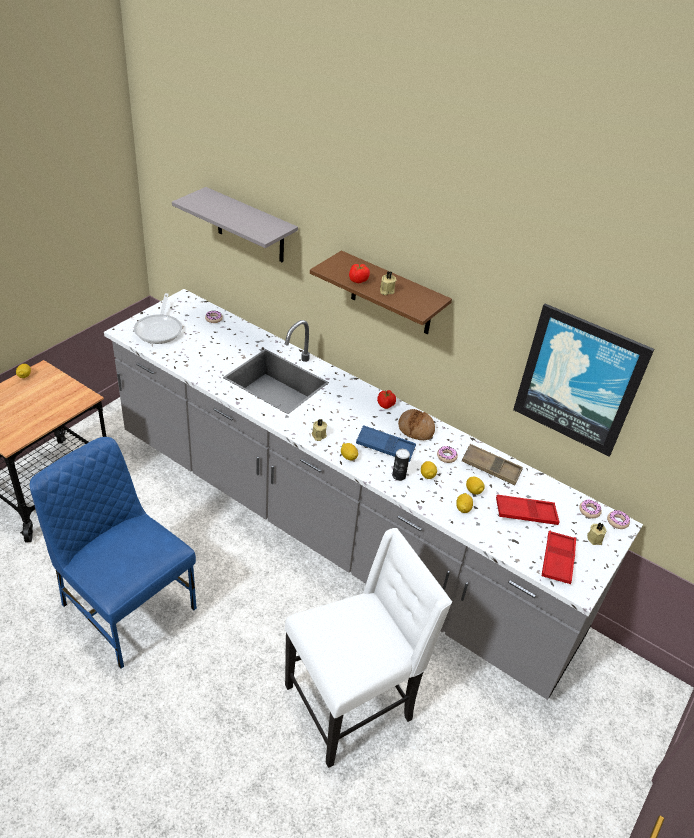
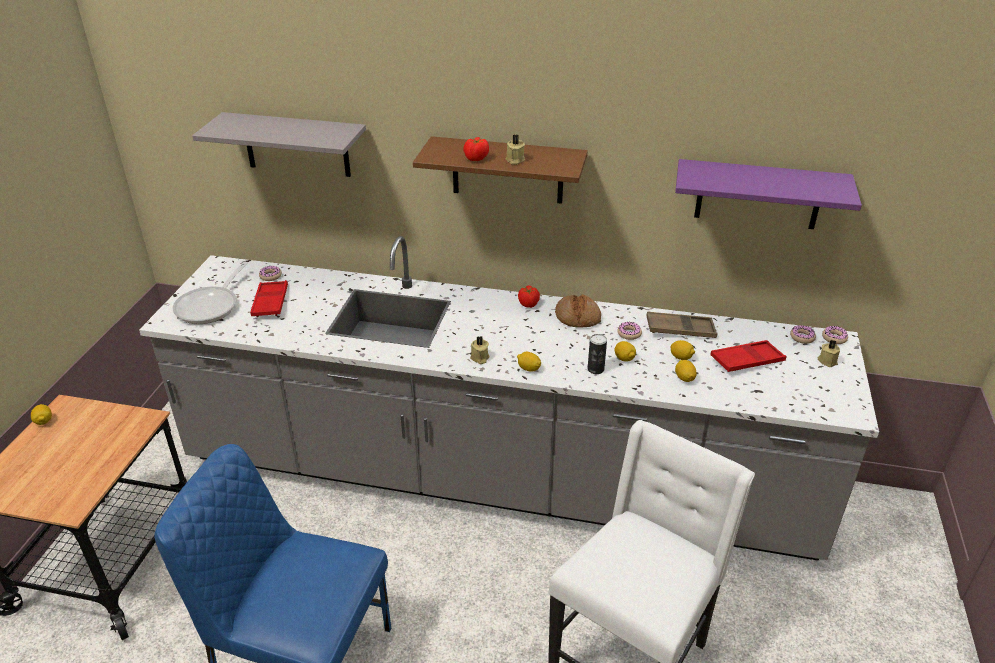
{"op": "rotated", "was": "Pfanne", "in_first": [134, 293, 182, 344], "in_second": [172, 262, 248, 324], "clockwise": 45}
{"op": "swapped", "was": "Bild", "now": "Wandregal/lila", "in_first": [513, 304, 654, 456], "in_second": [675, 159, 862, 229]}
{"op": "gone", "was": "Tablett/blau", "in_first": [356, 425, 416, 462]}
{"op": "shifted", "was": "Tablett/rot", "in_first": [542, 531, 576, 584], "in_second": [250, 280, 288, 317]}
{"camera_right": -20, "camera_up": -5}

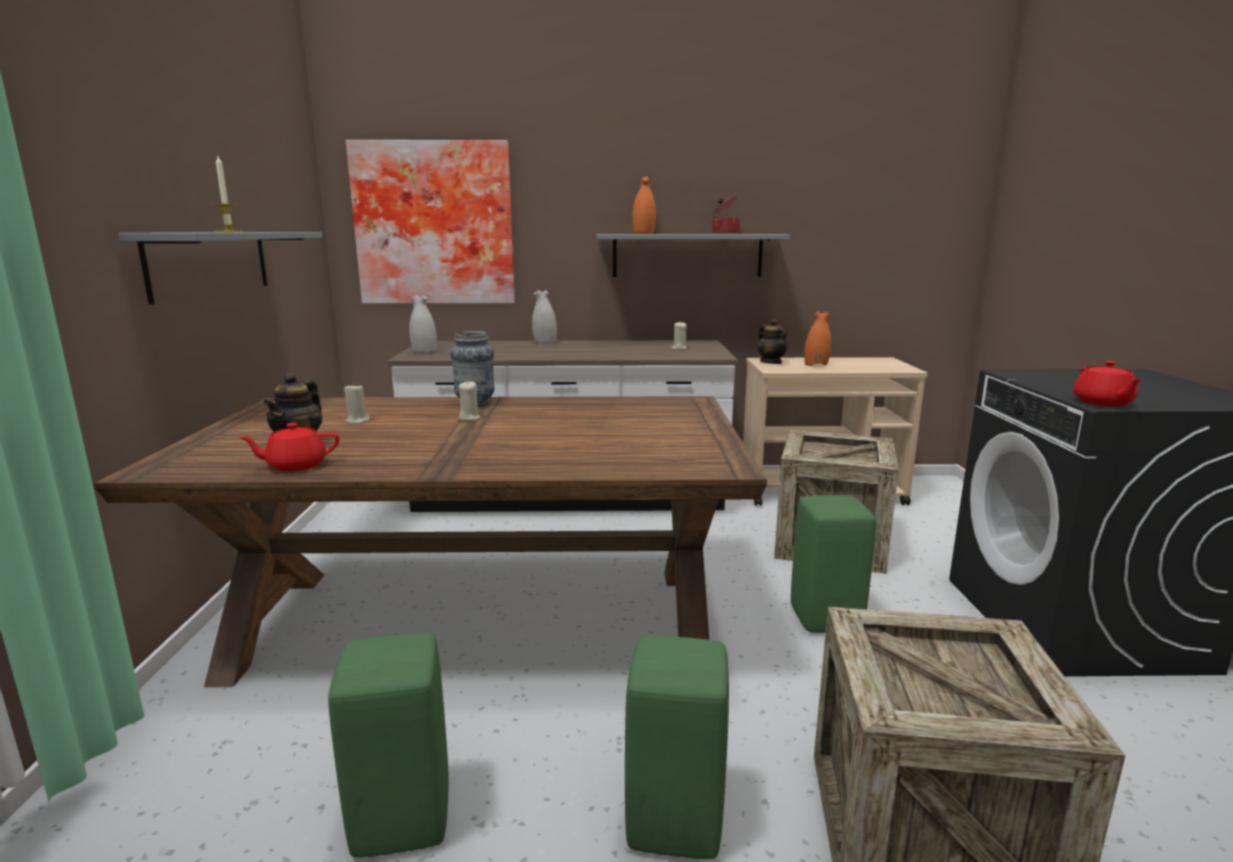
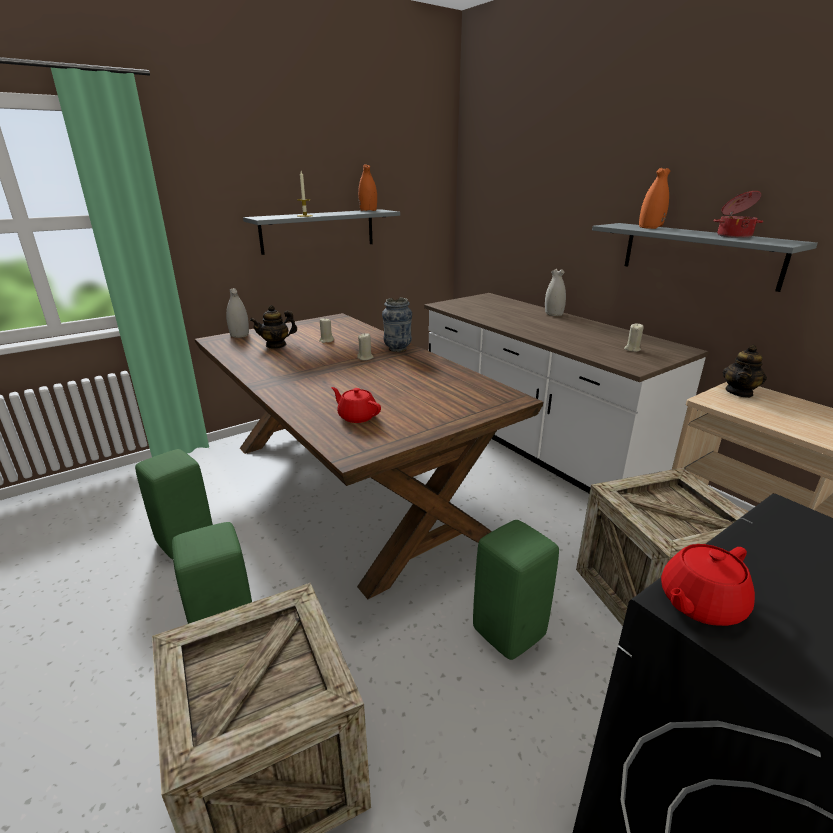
{"op": "gone", "was": "Bild", "in_first": [346, 140, 515, 304]}
{"op": "shifted", "was": "Vase/weiß", "in_first": [409, 295, 437, 353], "in_second": [226, 288, 249, 338]}
{"op": "shifted", "was": "Vase/orange", "in_first": [804, 311, 832, 366], "in_second": [358, 164, 377, 211]}
{"op": "shifted", "was": "Teekanne/rot", "in_first": [239, 423, 340, 472], "in_second": [331, 387, 381, 423]}
{"camera_right": 55, "camera_up": 10}

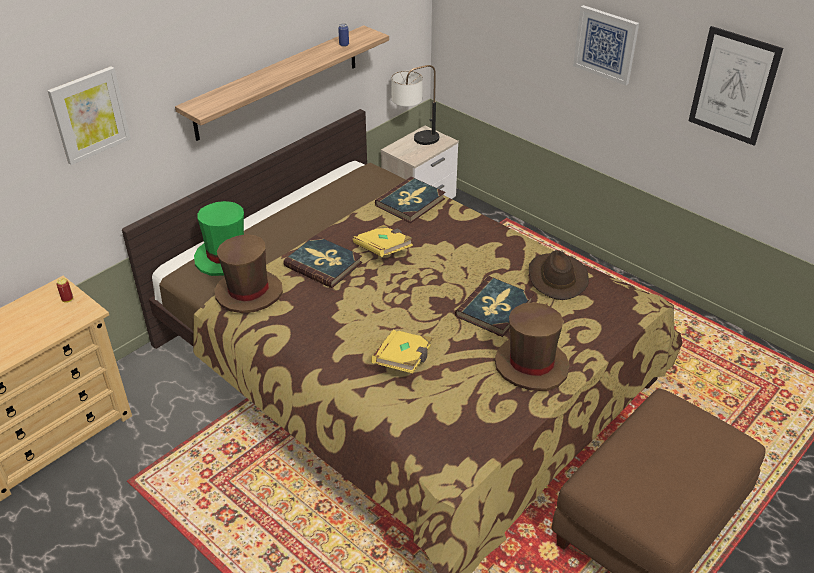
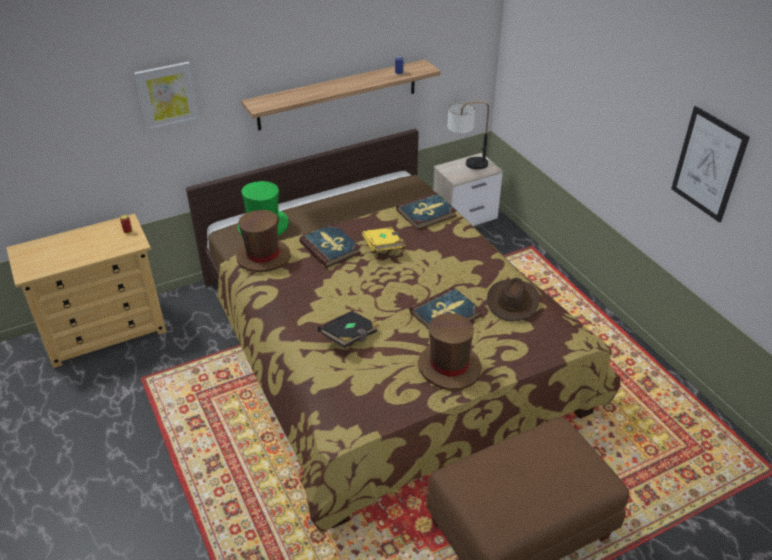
{"op": "gone", "was": "Bild", "in_first": [573, 5, 639, 85]}
{"op": "repainted", "was": "Buch/gelb", "now": "Buch/schwarz", "in_first": [371, 330, 432, 373], "in_second": [317, 311, 379, 348]}
{"camera_right": 20, "camera_up": 0}

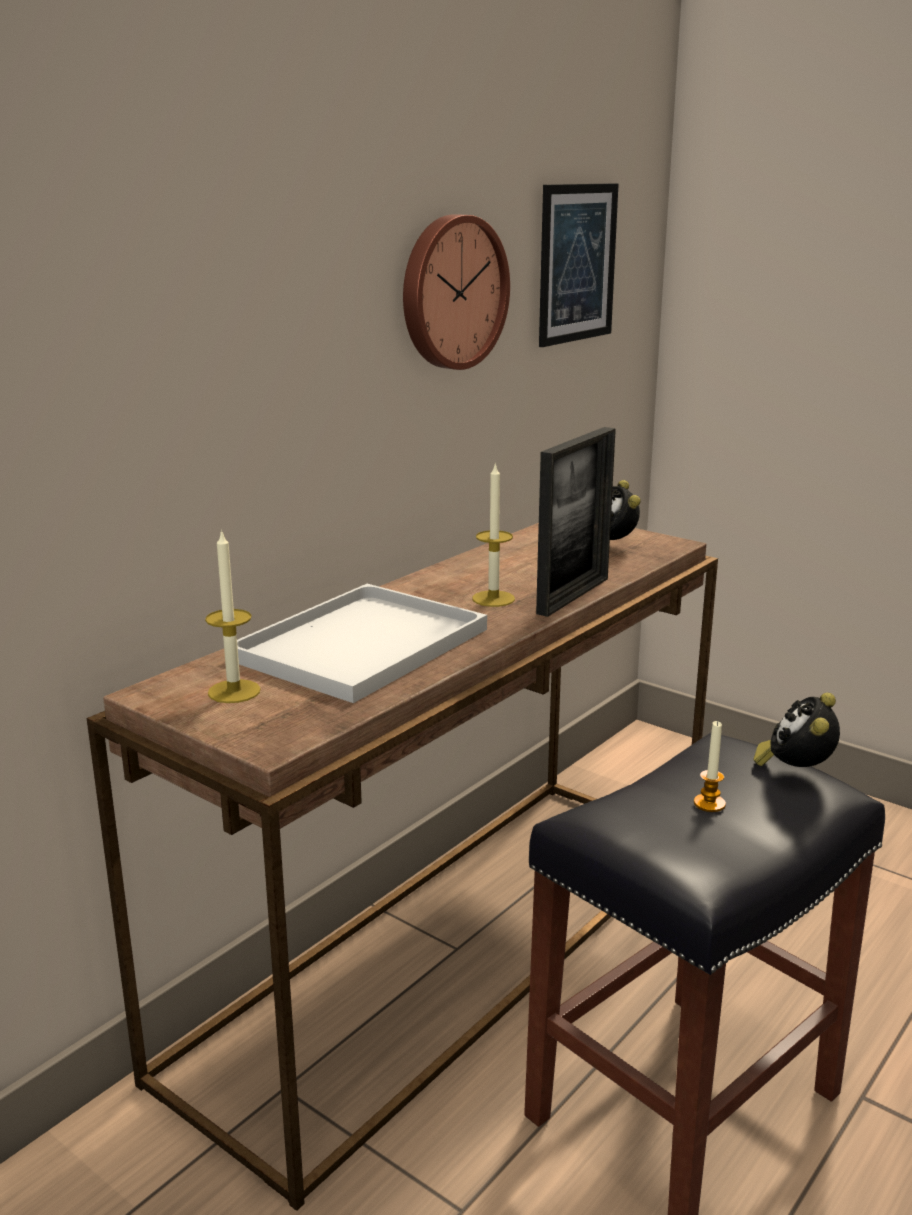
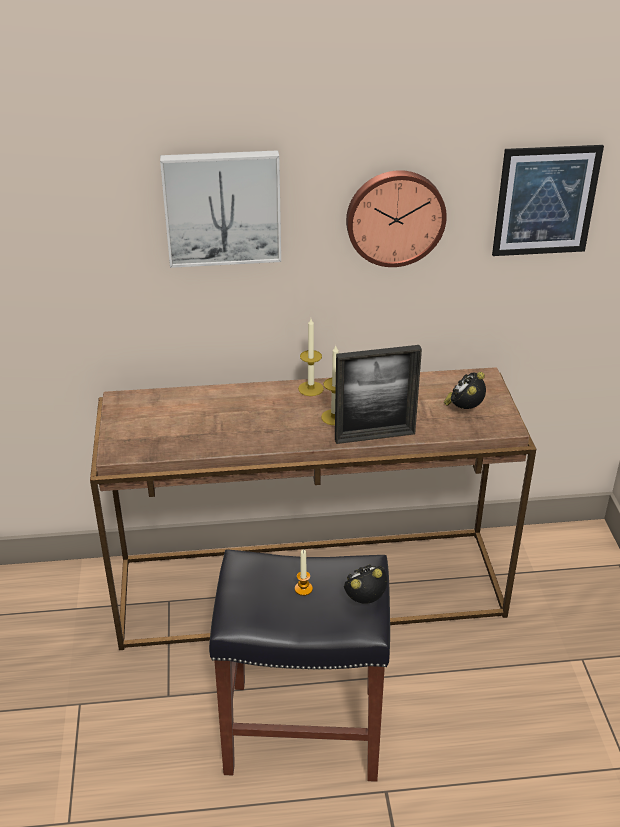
{"op": "shifted", "was": "Kerze", "in_first": [205, 529, 261, 703], "in_second": [298, 319, 324, 396]}
{"op": "gone", "was": "Tablett/weiß", "in_first": [237, 584, 487, 703]}
{"op": "new", "now": "Bild", "in_second": [160, 150, 281, 268]}
{"camera_right": 45, "camera_up": 15}

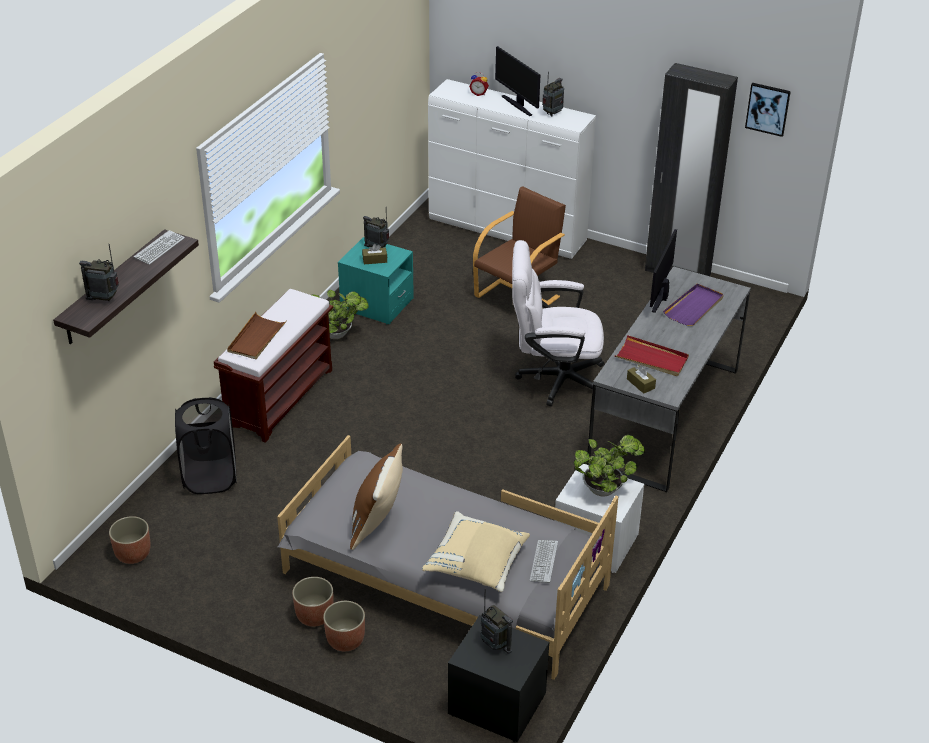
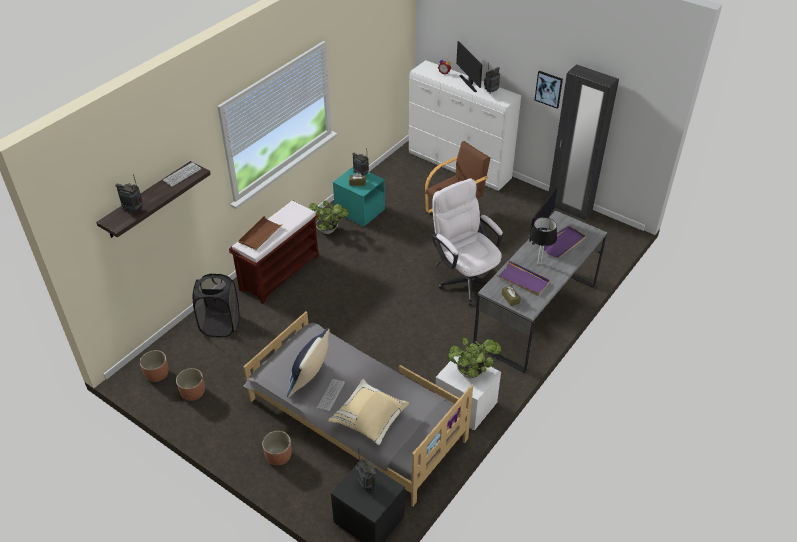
{"op": "shifted", "was": "Bild", "in_first": [745, 83, 791, 137], "in_second": [535, 71, 563, 109]}
{"op": "rotated", "was": "Bürostuhl/weiß", "in_first": [512, 240, 605, 406], "in_second": [431, 178, 503, 306], "clockwise": 45}
{"op": "repainted", "was": "Tablett/rot", "now": "Tablett/lila", "in_first": [615, 335, 689, 376], "in_second": [497, 261, 550, 296]}
{"op": "repainted", "was": "Kissen/braun", "now": "Kissen/blau", "in_first": [350, 443, 403, 550], "in_second": [287, 328, 330, 397]}
{"op": "shifted", "was": "Tastatur", "in_first": [529, 540, 558, 583], "in_second": [317, 379, 345, 411]}
{"op": "shifted", "was": "Pflanzkübel", "in_first": [292, 577, 334, 627], "in_second": [176, 368, 205, 401]}
{"op": "new", "now": "Tischlampe", "in_second": [530, 217, 557, 265]}
{"camera_right": 10, "camera_up": 5}

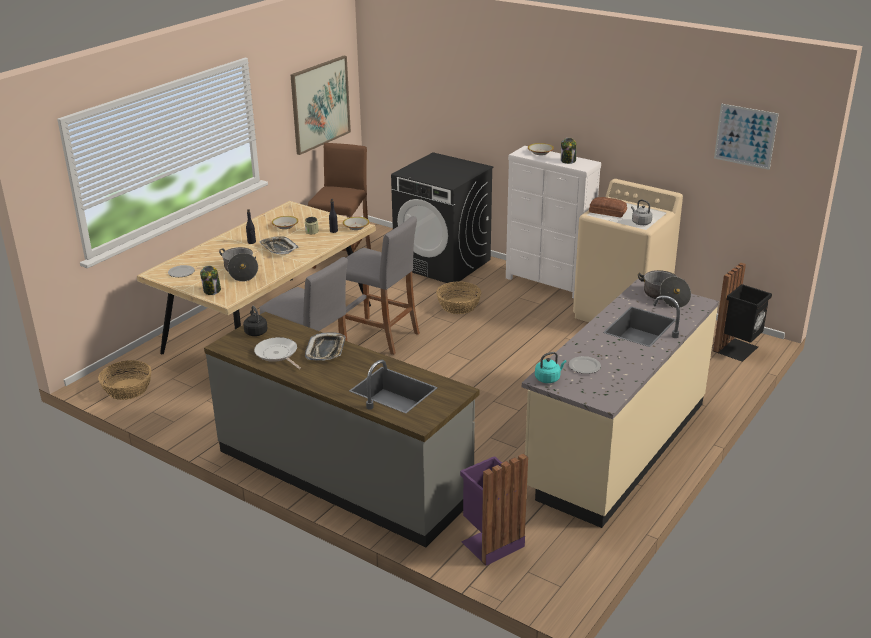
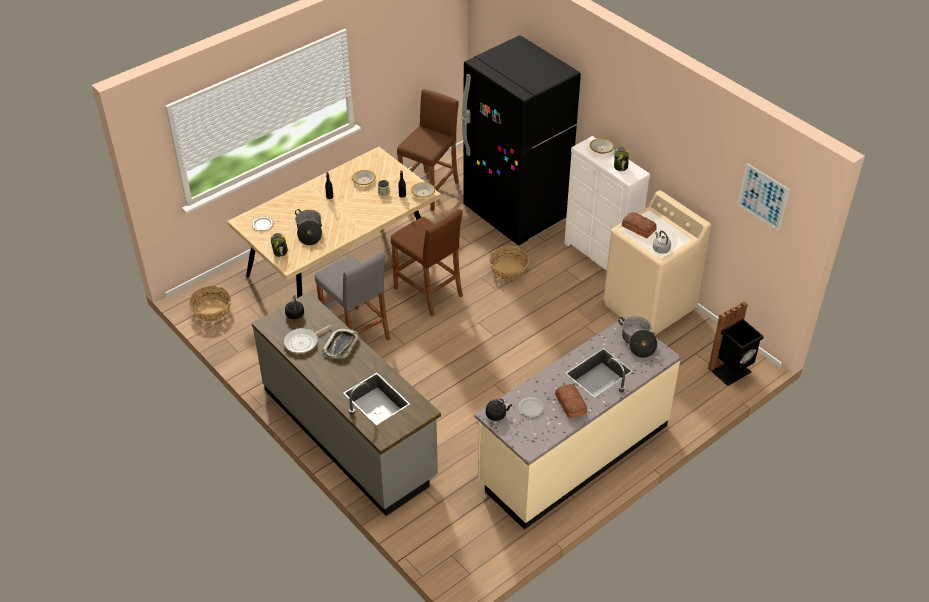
{"op": "gone", "was": "Bild", "in_first": [291, 56, 351, 155]}
{"op": "swapped", "was": "Waschmaschine/schwarz", "now": "Kühlschrank/schwarz", "in_first": [391, 152, 494, 285], "in_second": [462, 35, 581, 246]}
{"op": "repainted", "was": "Hocker/grau", "now": "Hocker/braun", "in_first": [338, 216, 420, 355], "in_second": [391, 209, 463, 317]}
{"op": "gone", "was": "Tablett", "in_first": [259, 236, 299, 254]}
{"op": "rotated", "was": "Pfanne", "in_first": [254, 337, 301, 369], "in_second": [284, 325, 331, 353], "clockwise": -105}
{"op": "repainted", "was": "Wasserkessel/türkis", "now": "Wasserkessel/schwarz", "in_first": [535, 352, 567, 383], "in_second": [486, 399, 512, 421]}
{"op": "gone", "was": "Mülleimer/lila", "in_first": [460, 454, 528, 566]}
{"op": "new", "now": "Brot", "in_second": [555, 384, 587, 419]}
{"camera_right": 15, "camera_up": 15}

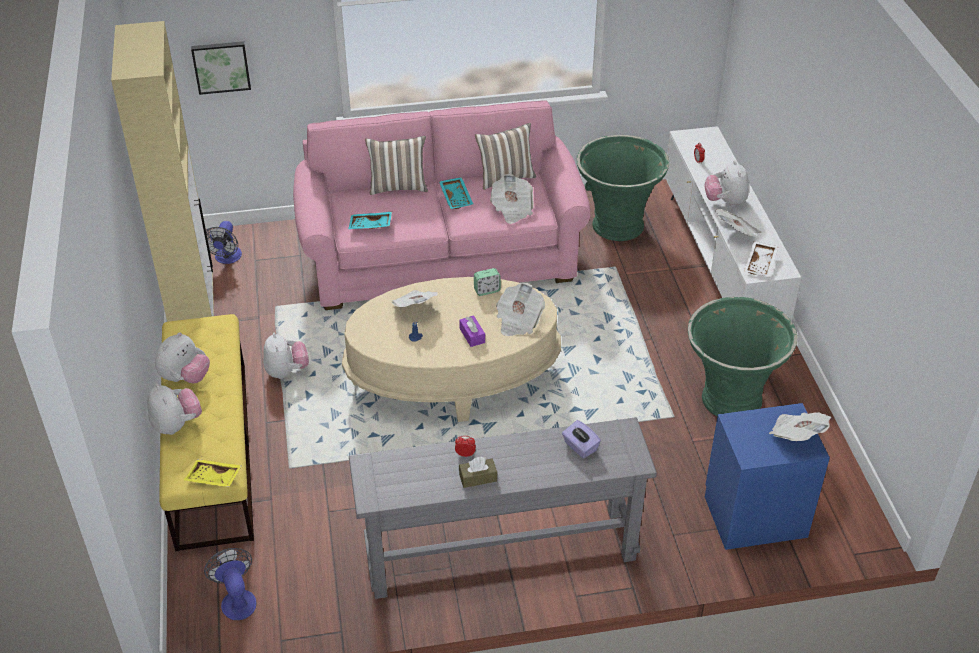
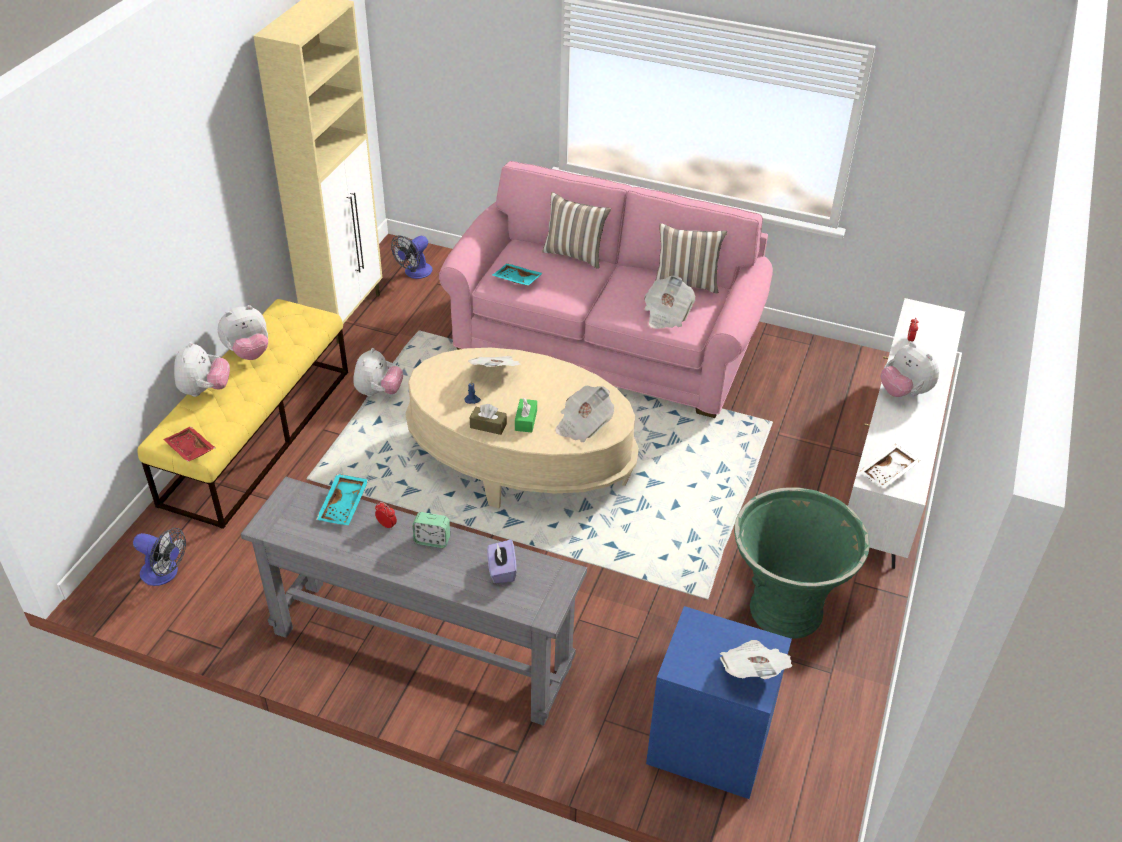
{"op": "gone", "was": "Bild", "in_first": [191, 41, 251, 95]}
{"op": "gone", "was": "Pflanzkübel/grün", "in_first": [576, 135, 669, 241]}
{"op": "rotated", "was": "Plüschtier", "in_first": [704, 161, 749, 207], "in_second": [881, 342, 939, 397], "clockwise": -60}
{"op": "shifted", "was": "Tablett/türkis", "in_first": [439, 177, 473, 209], "in_second": [316, 474, 368, 525]}
{"op": "gone", "was": "Zeitung", "in_first": [715, 209, 762, 237]}
{"op": "shifted", "was": "Wecker", "in_first": [474, 268, 501, 296], "in_second": [412, 512, 450, 548]}
{"op": "repainted", "was": "Taschentuchbox/lila", "now": "Taschentuchbox/grün", "in_first": [459, 316, 485, 347], "in_second": [515, 398, 537, 433]}
{"op": "shifted", "was": "Taschentuchbox/braun", "in_first": [459, 457, 497, 488], "in_second": [470, 404, 507, 435]}
{"op": "repainted", "was": "Tablett/gelb", "now": "Tablett/rot", "in_first": [184, 459, 242, 487], "in_second": [163, 426, 215, 462]}
{"op": "rotated", "was": "Ventilator", "in_first": [204, 548, 257, 620], "in_second": [133, 528, 186, 586], "clockwise": 105}
{"camera_right": 30, "camera_up": 0}

